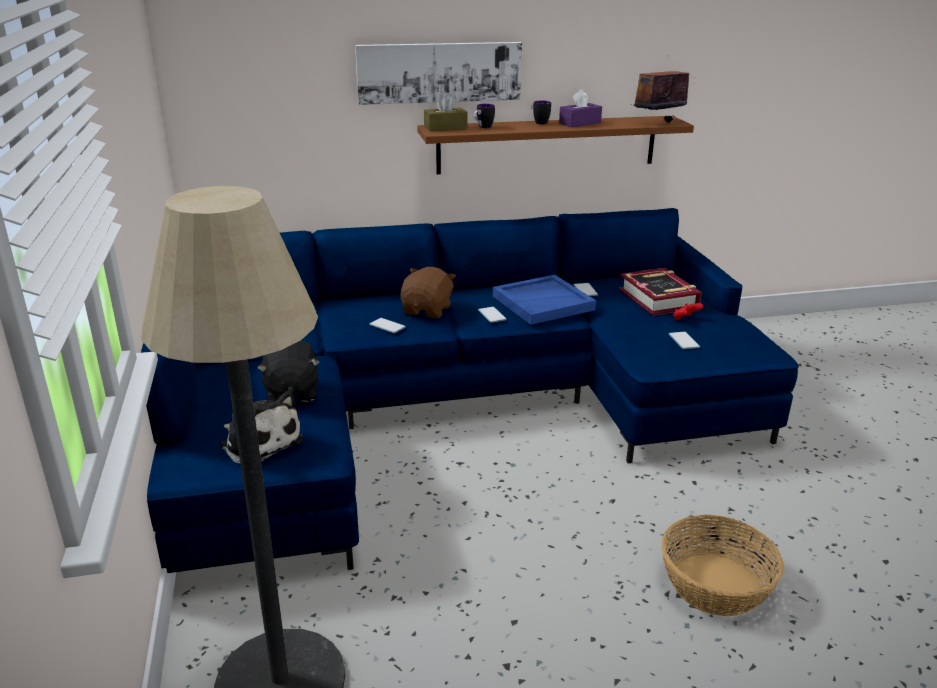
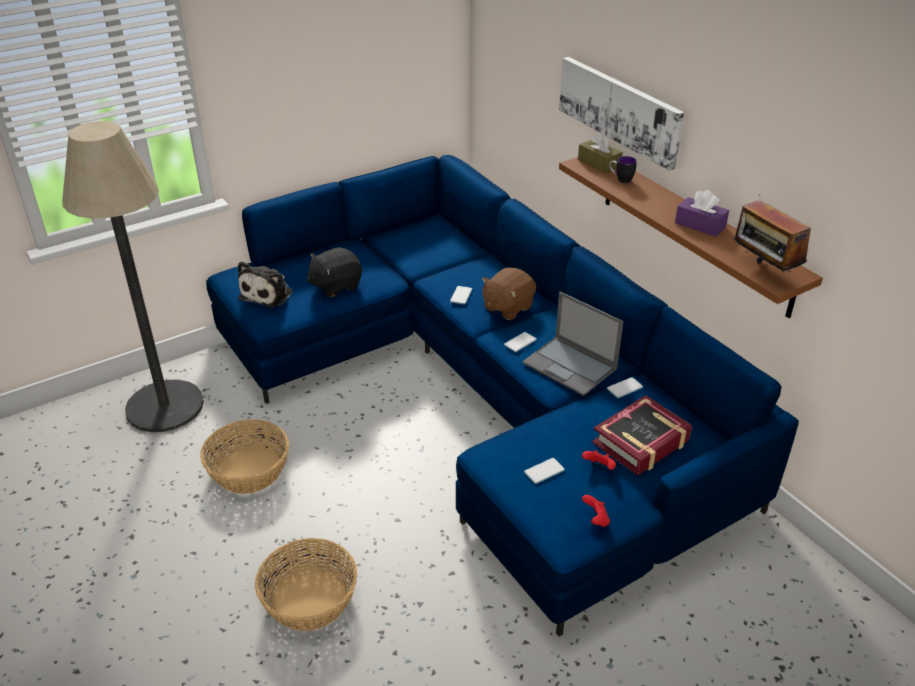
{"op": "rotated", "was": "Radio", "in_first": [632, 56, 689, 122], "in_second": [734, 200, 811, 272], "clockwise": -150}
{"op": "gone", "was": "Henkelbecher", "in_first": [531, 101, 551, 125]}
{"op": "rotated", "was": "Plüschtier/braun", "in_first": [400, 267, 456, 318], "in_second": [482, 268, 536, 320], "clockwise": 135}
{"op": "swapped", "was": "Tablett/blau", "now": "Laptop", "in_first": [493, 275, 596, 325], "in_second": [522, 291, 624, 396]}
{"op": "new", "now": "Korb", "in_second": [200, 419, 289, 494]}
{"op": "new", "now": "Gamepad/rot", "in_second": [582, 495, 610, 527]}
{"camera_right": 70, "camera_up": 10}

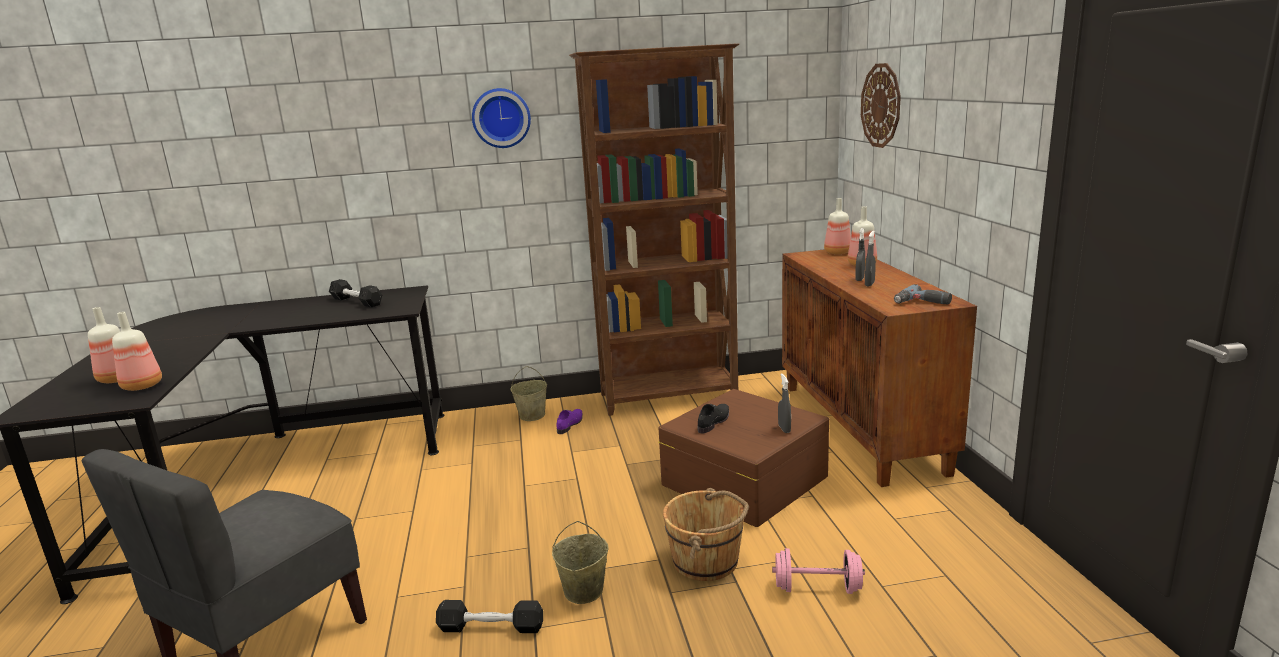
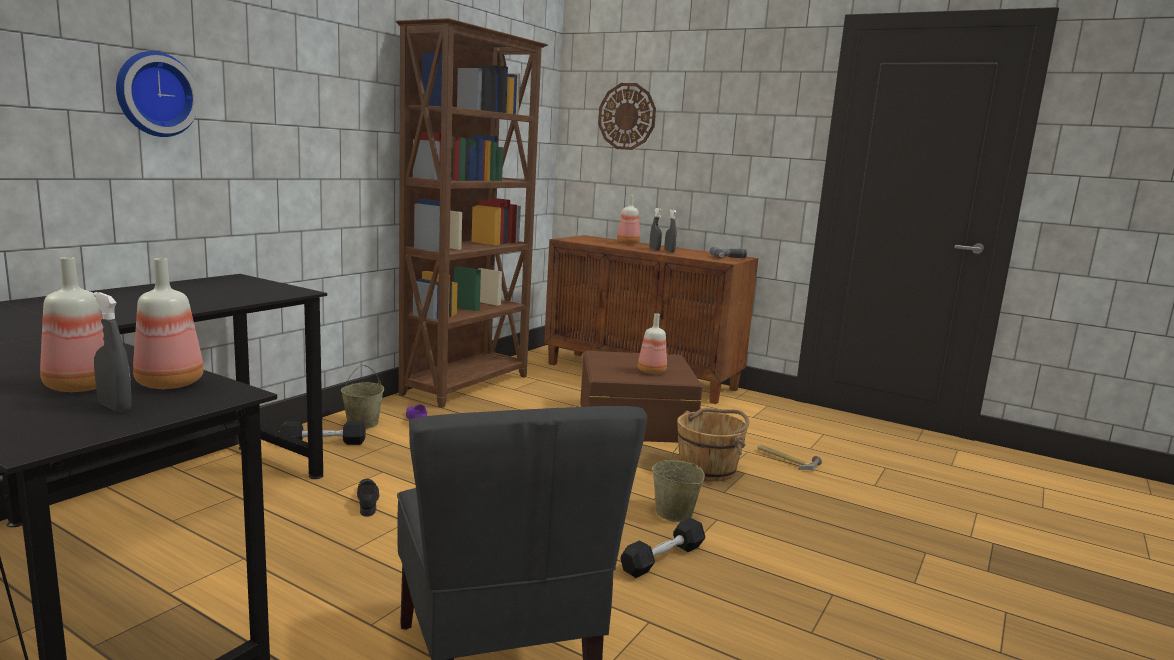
{"op": "shifted", "was": "Wanduhr", "in_first": [472, 88, 531, 148], "in_second": [116, 51, 199, 137]}
{"op": "shifted", "was": "Flasche", "in_first": [824, 198, 851, 254], "in_second": [638, 313, 667, 374]}
{"op": "shifted", "was": "Hantel/schwarz", "in_first": [329, 279, 382, 307], "in_second": [279, 421, 366, 445]}
{"op": "shifted", "was": "Sprühflasche/grau", "in_first": [778, 374, 791, 433], "in_second": [93, 292, 132, 412]}
{"op": "shifted", "was": "Schuh/schwarz", "in_first": [697, 404, 729, 433], "in_second": [357, 479, 379, 516]}
{"op": "swapped", "was": "Hantel/rosa", "now": "Hammer", "in_first": [772, 548, 865, 594], "in_second": [758, 445, 822, 470]}
{"camera_right": -50, "camera_up": -5}

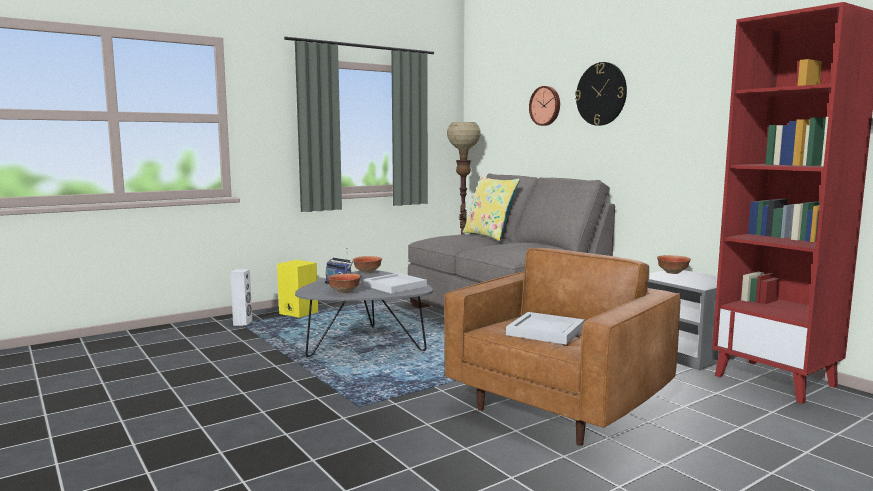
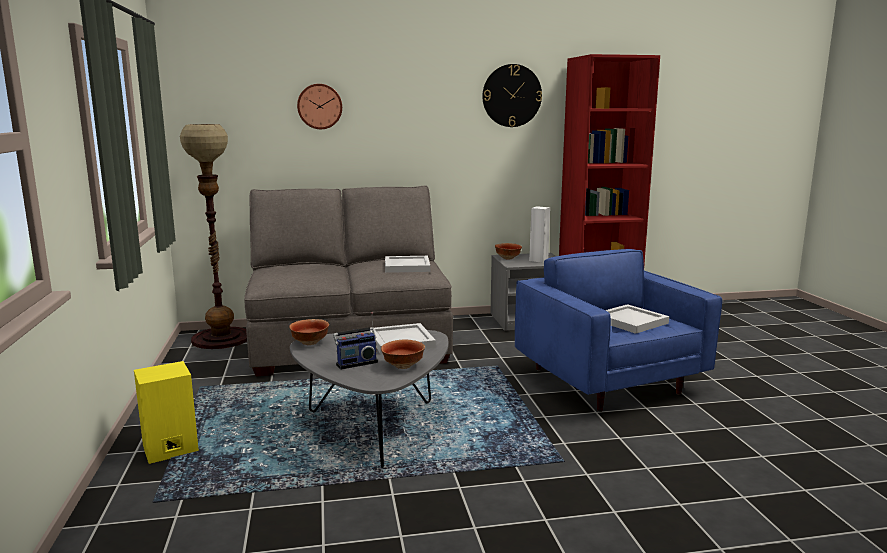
{"op": "shifted", "was": "Wanduhr", "in_first": [575, 62, 627, 126], "in_second": [482, 64, 542, 127]}
{"op": "gone", "was": "Kissen/gelb", "in_first": [463, 176, 520, 241]}
{"op": "repainted", "was": "Sessel/braun", "now": "Sessel/blau", "in_first": [444, 248, 680, 446], "in_second": [515, 249, 722, 412]}
{"op": "shifted", "was": "Lautsprecher/weiß", "in_first": [230, 269, 252, 326], "in_second": [529, 206, 550, 263]}
{"op": "new", "now": "Tablett/weiß", "in_second": [385, 256, 430, 273]}
{"camera_right": -65, "camera_up": 5}

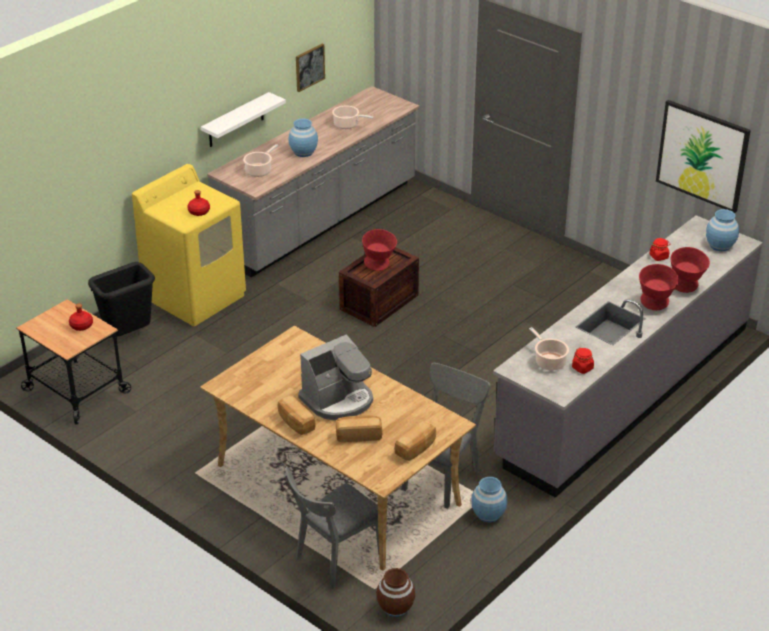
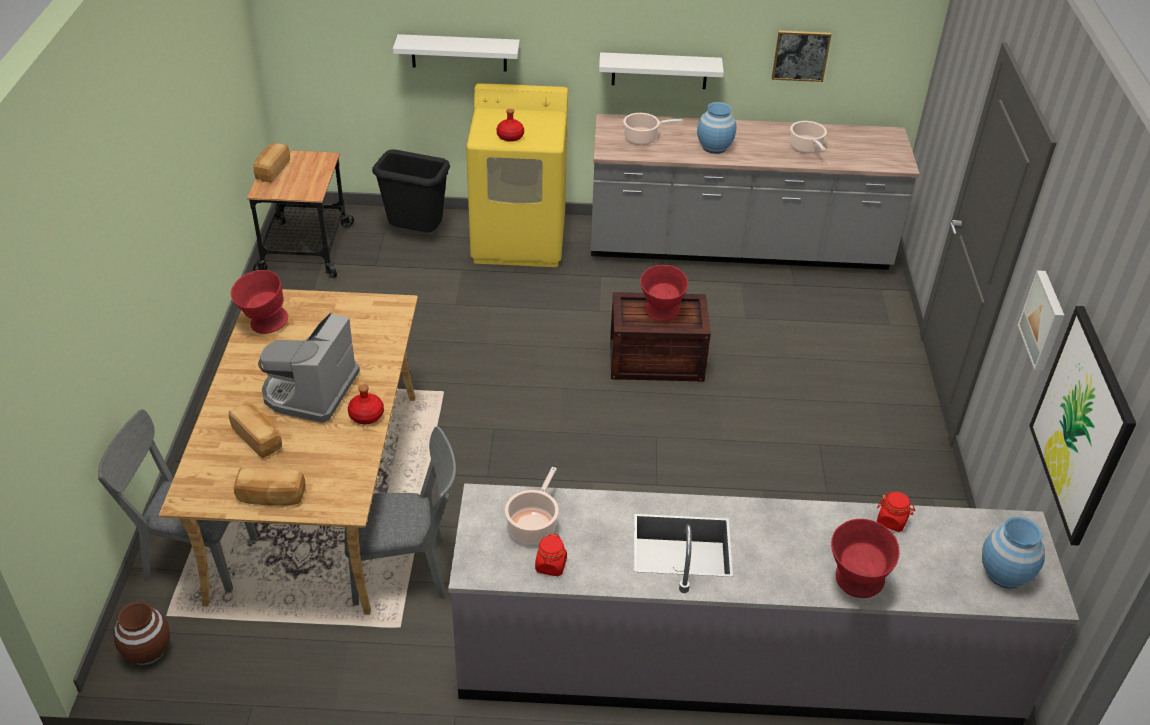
{"op": "shifted", "was": "Schüssel/rot", "in_first": [639, 264, 679, 310], "in_second": [231, 270, 288, 334]}
{"op": "shifted", "was": "Flasche/rot", "in_first": [69, 304, 93, 331], "in_second": [348, 385, 384, 424]}
{"op": "rotated", "was": "Kaffeemaschine", "in_first": [298, 334, 373, 420], "in_second": [258, 312, 360, 423], "clockwise": 90}
{"op": "shifted", "was": "Brot", "in_first": [278, 395, 316, 435], "in_second": [254, 143, 290, 183]}
{"op": "gone", "was": "Vase/blau", "in_first": [471, 477, 507, 522]}
{"op": "new", "now": "Wandregal/weiß", "in_second": [393, 34, 520, 72]}
{"op": "new", "now": "Bild", "in_second": [1018, 270, 1065, 371]}
{"camera_right": 50, "camera_up": 5}

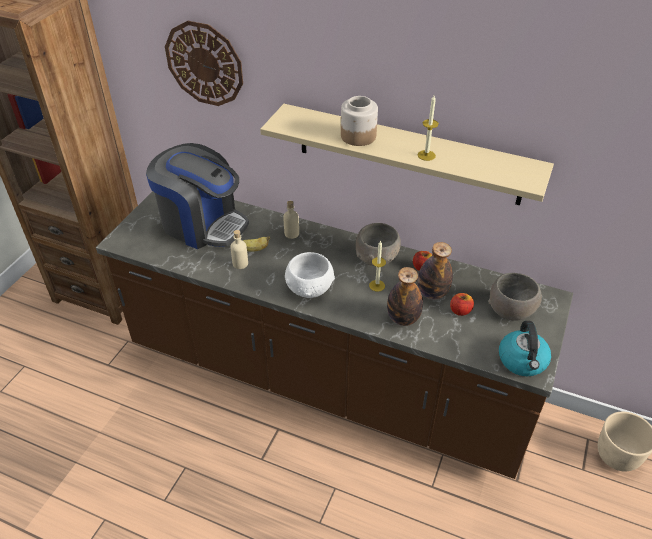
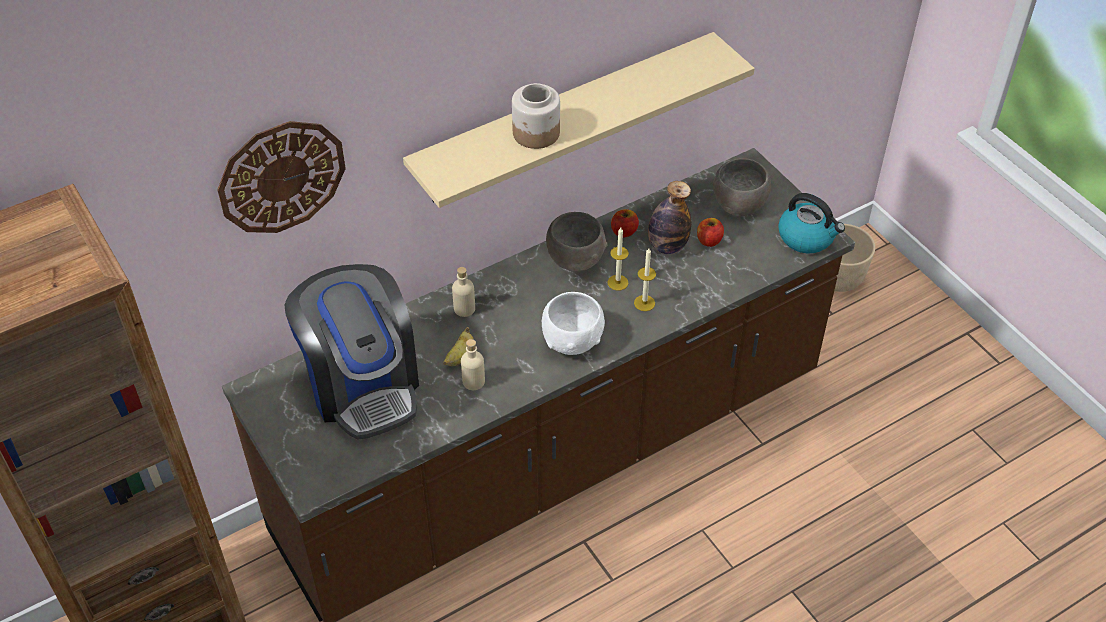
{"op": "shifted", "was": "Kerze", "in_first": [418, 95, 439, 161], "in_second": [634, 248, 656, 311]}
{"op": "rotated", "was": "Kaffeemaschine", "in_first": [146, 143, 249, 249], "in_second": [285, 264, 419, 440], "clockwise": 90}
{"op": "gone", "was": "Flasche", "in_first": [387, 267, 423, 326]}
{"camera_right": -55, "camera_up": 5}

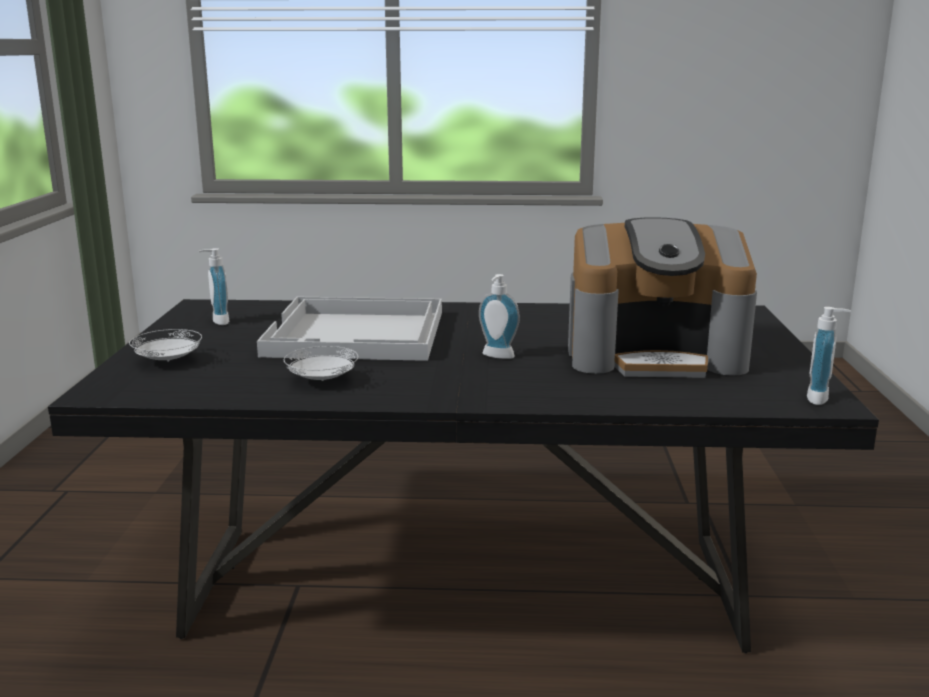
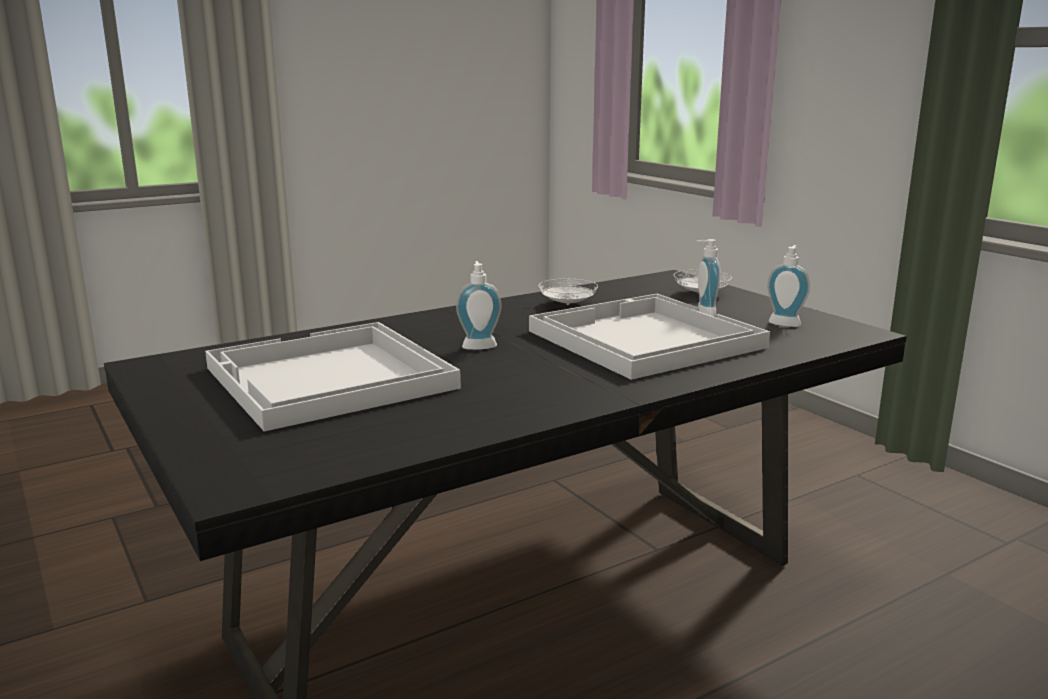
{"op": "swapped", "was": "Kaffeemaschine", "now": "Tablett/weiß", "in_first": [568, 217, 757, 378], "in_second": [205, 322, 461, 431]}
{"op": "shifted", "was": "Seifenspender", "in_first": [807, 307, 851, 405], "in_second": [696, 239, 721, 317]}
{"camera_right": 145, "camera_up": 0}

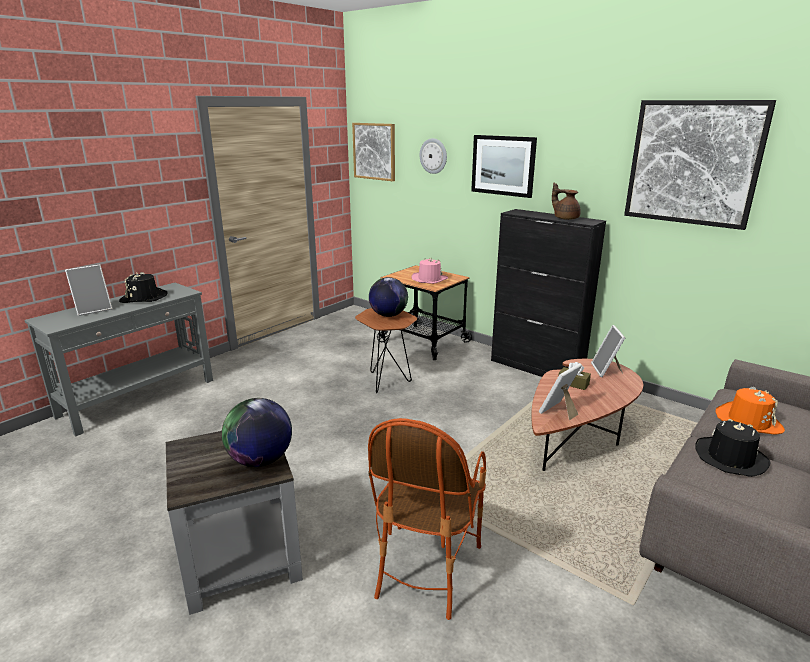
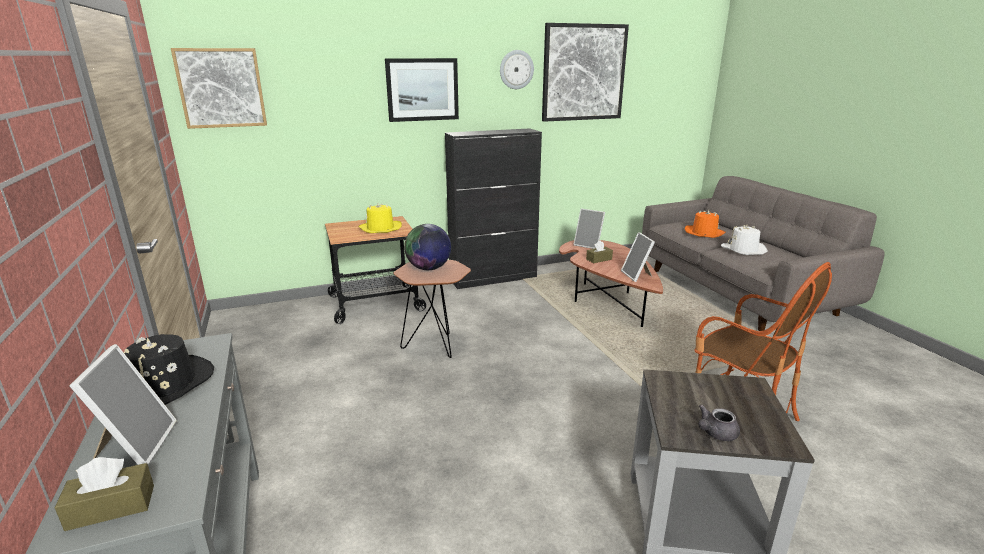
{"op": "shifted", "was": "Wanduhr", "in_first": [420, 138, 447, 174], "in_second": [500, 50, 534, 89]}
{"op": "gone", "was": "Teekanne/braun", "in_first": [552, 183, 581, 220]}
{"op": "repainted", "was": "Hut/rosa", "now": "Hut/gelb", "in_first": [412, 258, 448, 284], "in_second": [358, 203, 402, 233]}
{"op": "gone", "was": "Globus", "in_first": [222, 398, 292, 467]}
{"op": "repainted", "was": "Hut/schwarz", "now": "Hut/weiß", "in_first": [696, 419, 771, 477], "in_second": [721, 225, 768, 255]}
{"op": "new", "now": "Teekanne/grau", "in_second": [698, 404, 740, 441]}
{"op": "new", "now": "Taschentuchbox/braun", "in_second": [55, 457, 154, 531]}
{"camera_right": -60, "camera_up": 0}

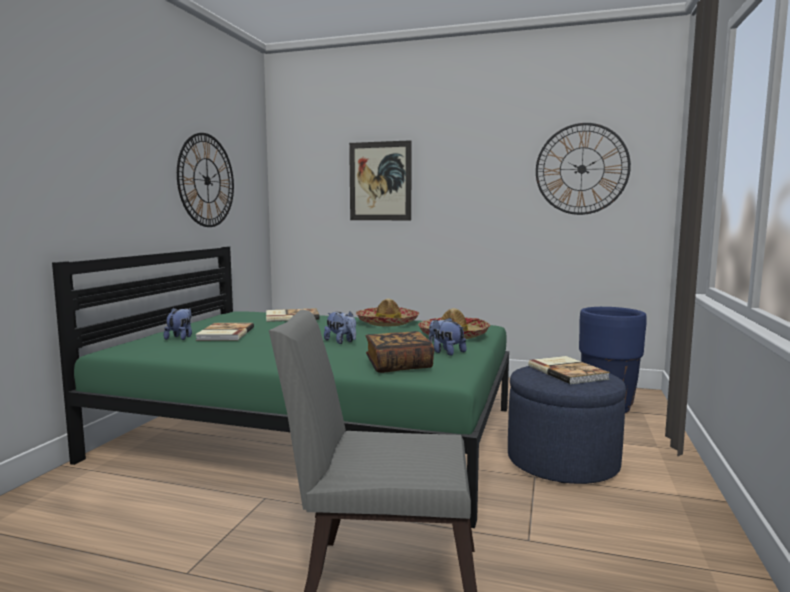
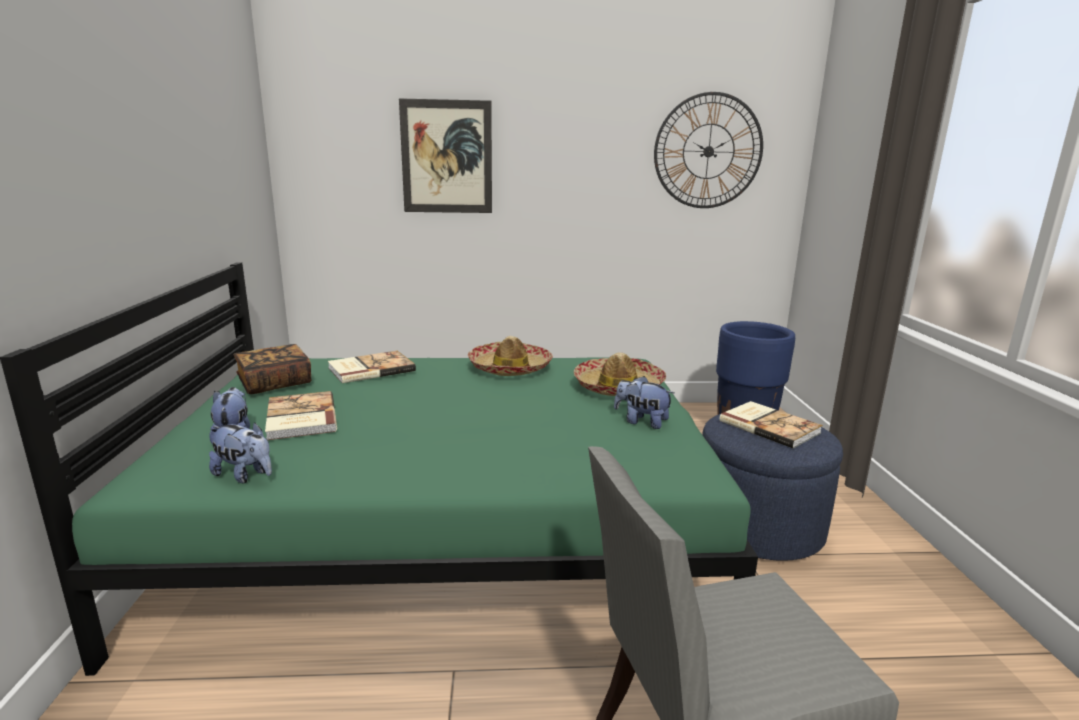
{"op": "gone", "was": "Wanduhr", "in_first": [177, 133, 234, 227]}
{"op": "shifted", "was": "Plüschtier", "in_first": [324, 311, 356, 344], "in_second": [209, 422, 272, 483]}
{"op": "shifted", "was": "Buch", "in_first": [366, 331, 434, 373], "in_second": [233, 344, 311, 394]}
{"camera_right": -20, "camera_up": 10}

